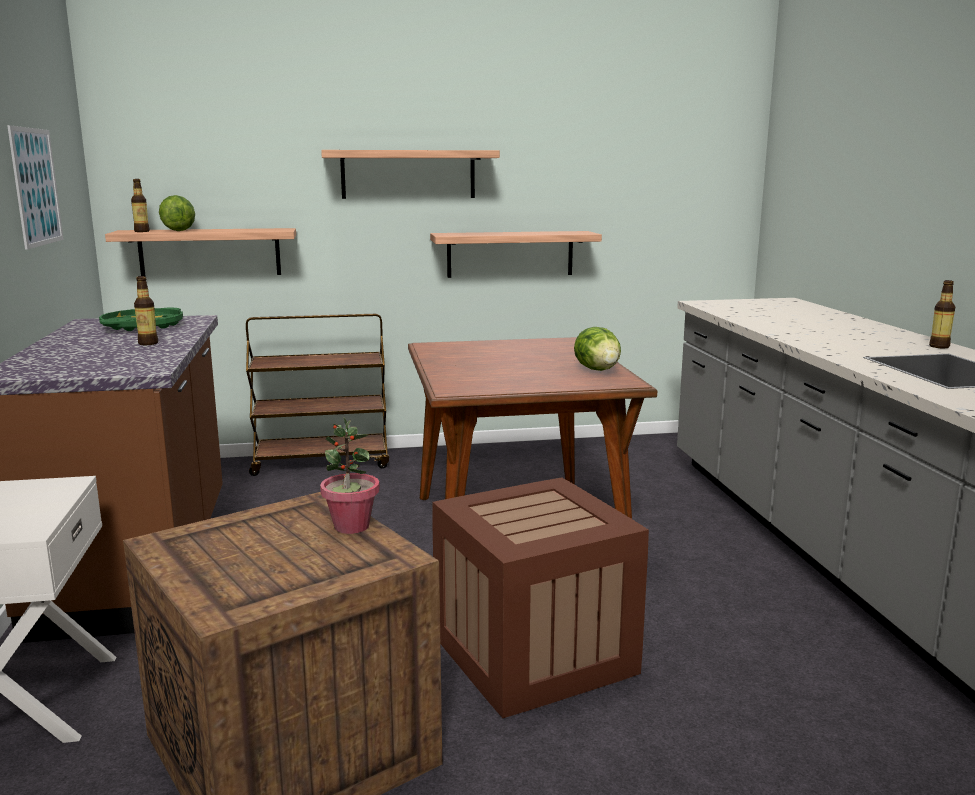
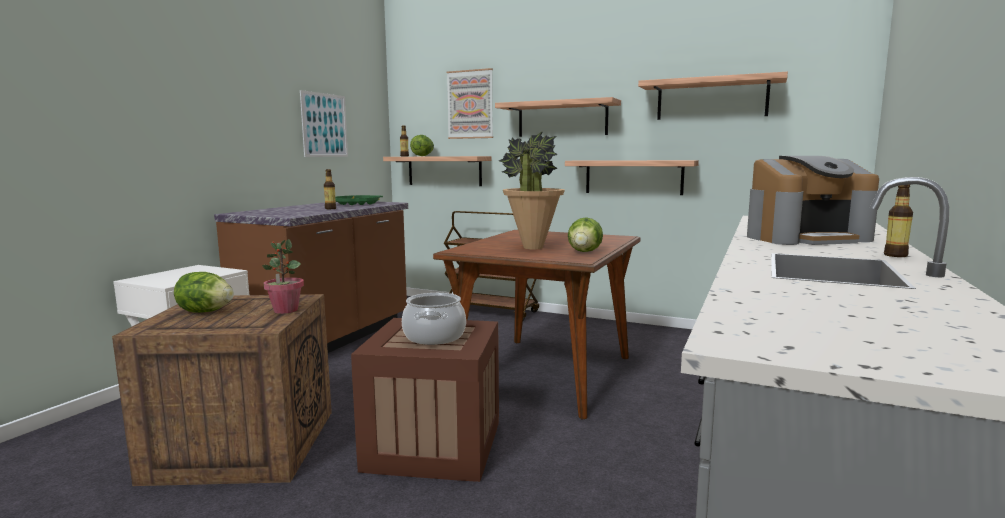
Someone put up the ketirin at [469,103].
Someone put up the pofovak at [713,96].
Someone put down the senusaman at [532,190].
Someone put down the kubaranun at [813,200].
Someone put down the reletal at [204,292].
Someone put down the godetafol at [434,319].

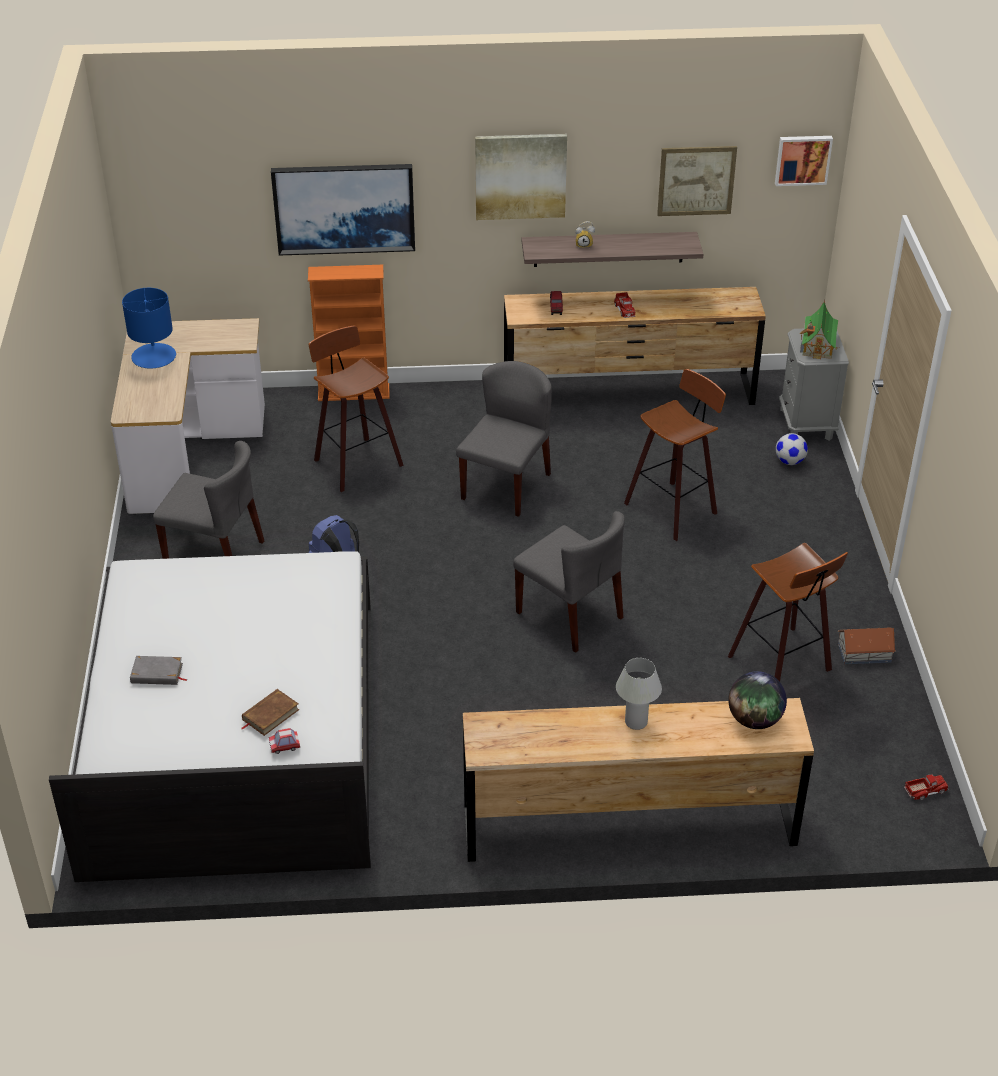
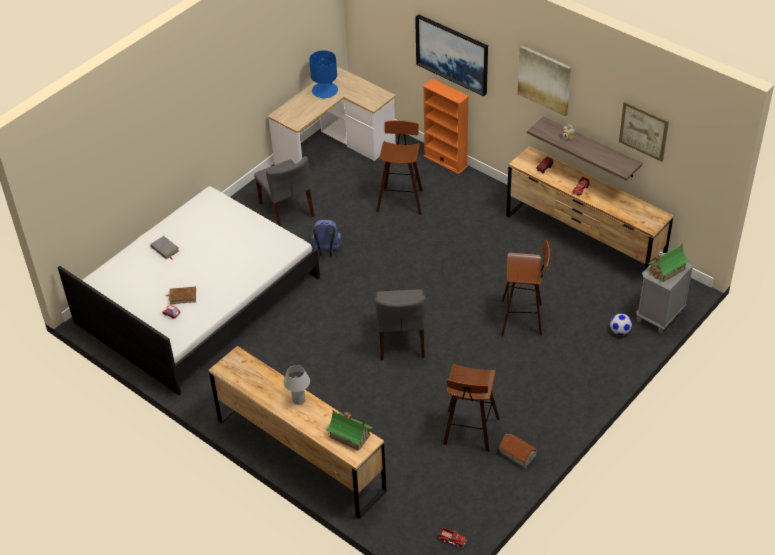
Someone took away the ketirin at [804,161].
Someone took away the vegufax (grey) at [504,439].
Someone swapped the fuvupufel at [757,700] for the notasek at [349,430].

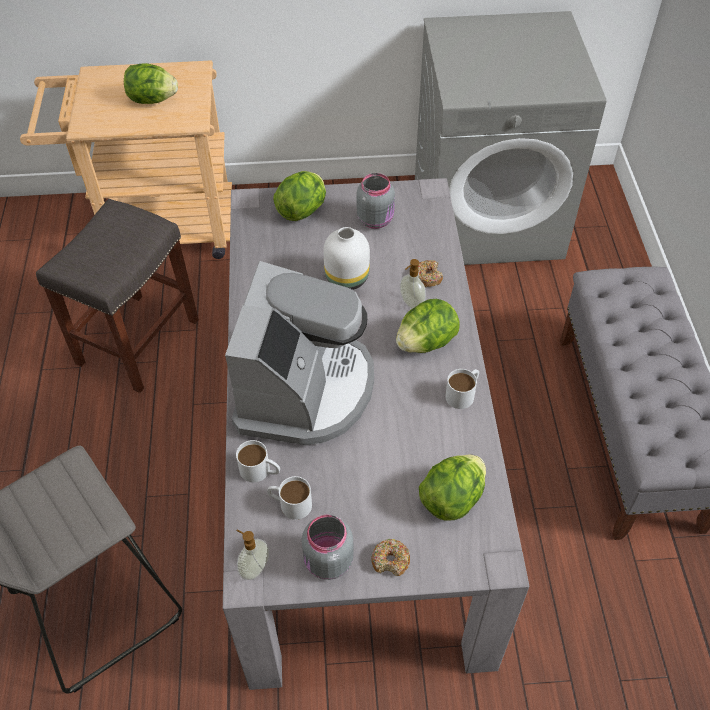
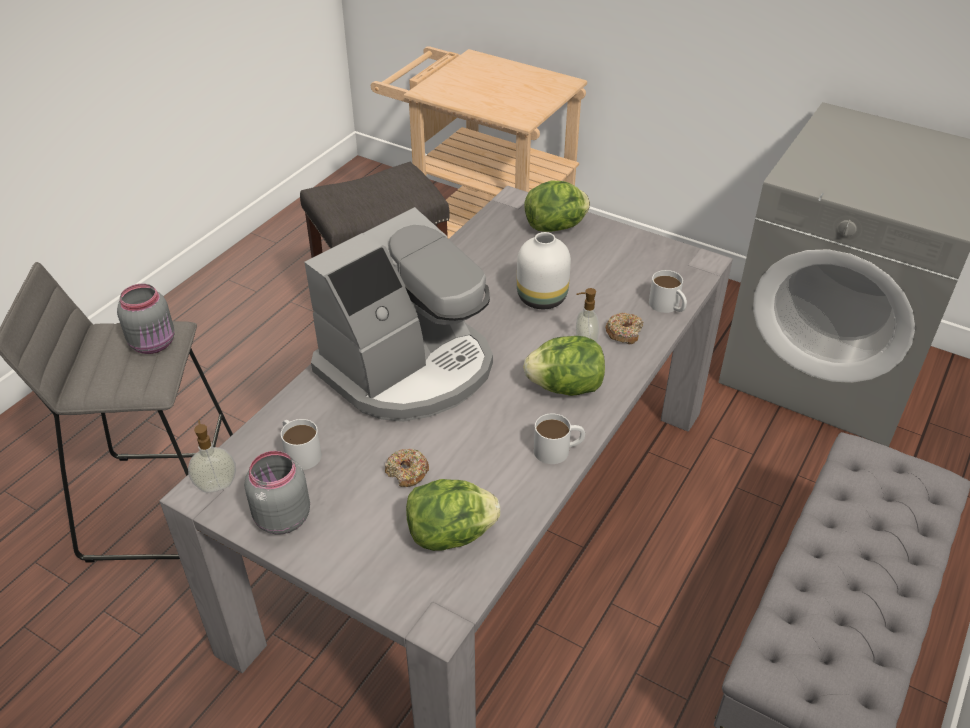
Someone took away the reletal at [151,83].
Someone carried the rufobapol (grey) from [376,201] to [145,319].
Someone carried the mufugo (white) from [258,461] to [668,291].
Someone carried the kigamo from [390,557] to [407,468].

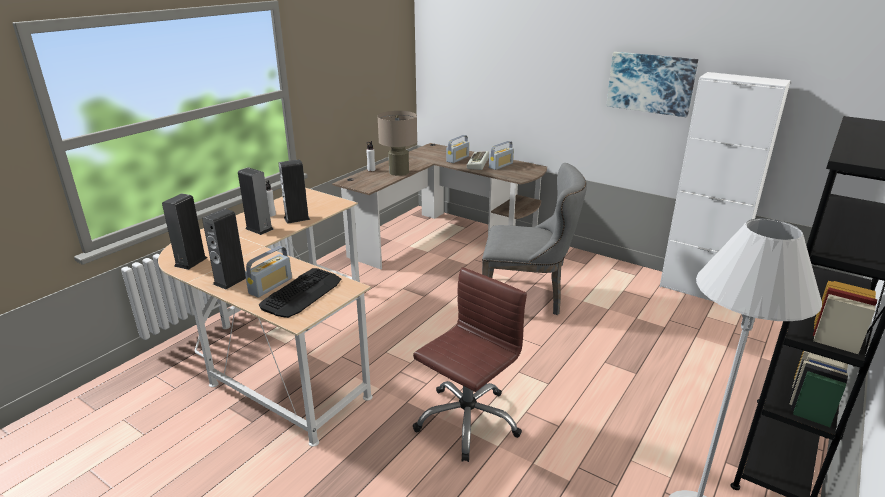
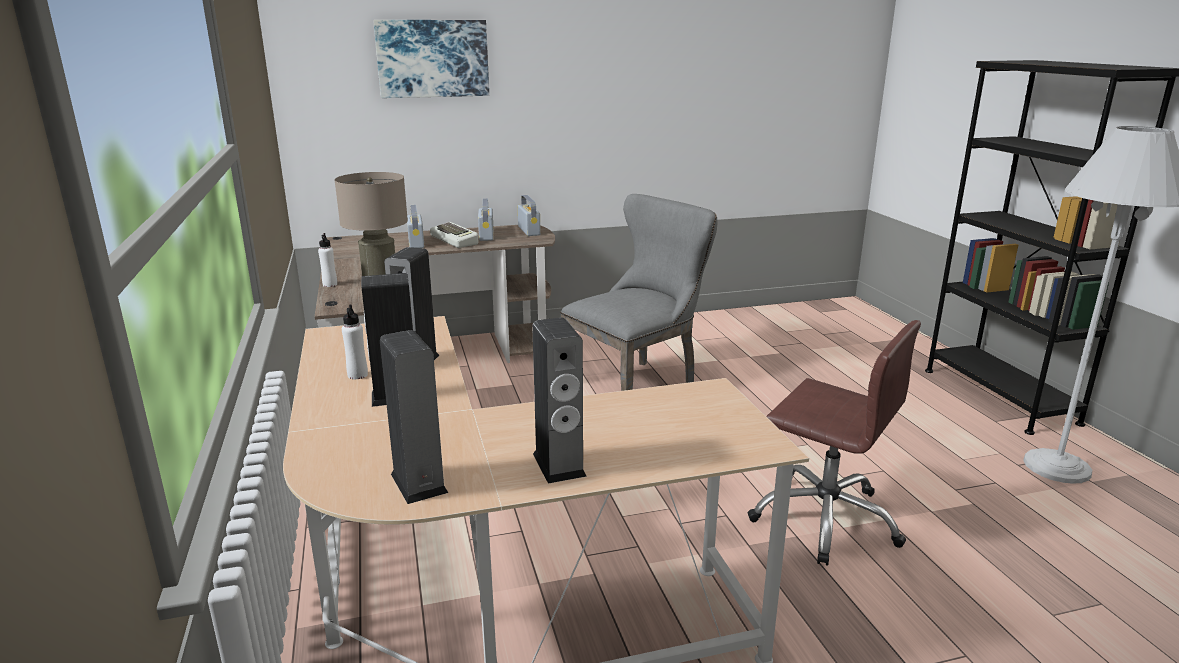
Someone carried the ketirin from [652,84] to [431,59].
Someone took away the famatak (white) at [725,187].
Someone carried the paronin from [268,271] to [529,215].
Someone rotated the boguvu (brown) at [470,364] by 135 degrees clockwise.
Someone took away the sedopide at [300,293].

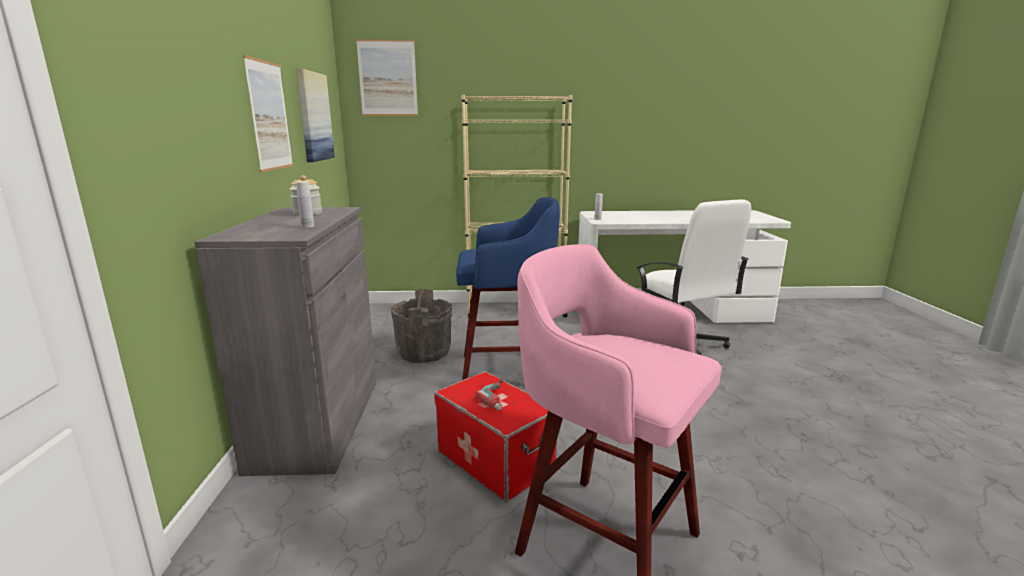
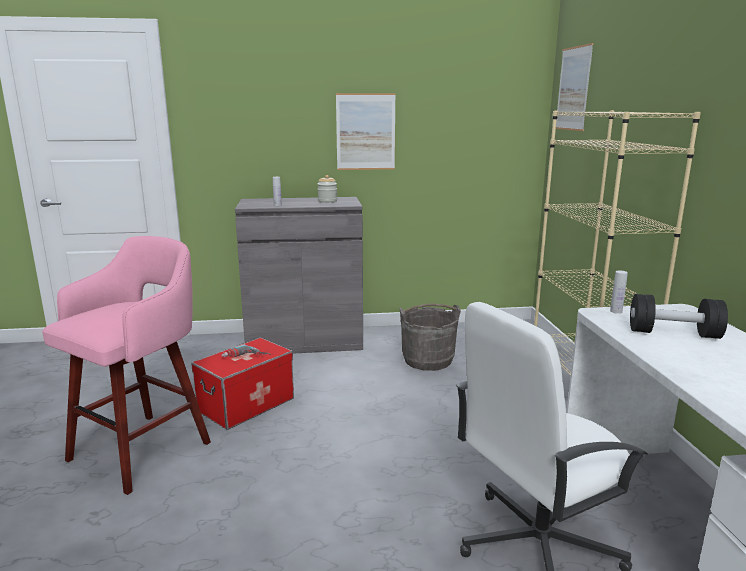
Someone took away the ketirin at [315,115].
Someone took away the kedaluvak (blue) at [508,288].
Someone put down the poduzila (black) at [679,316].

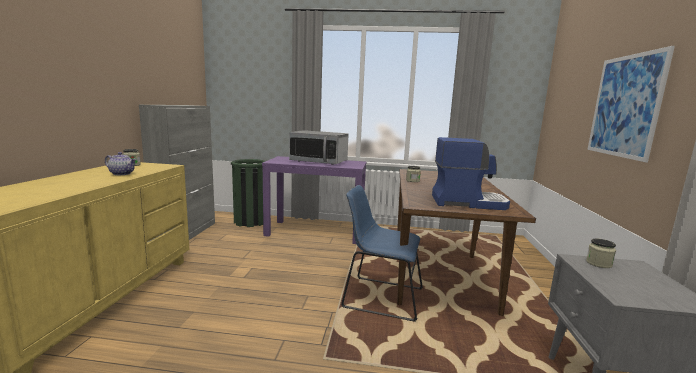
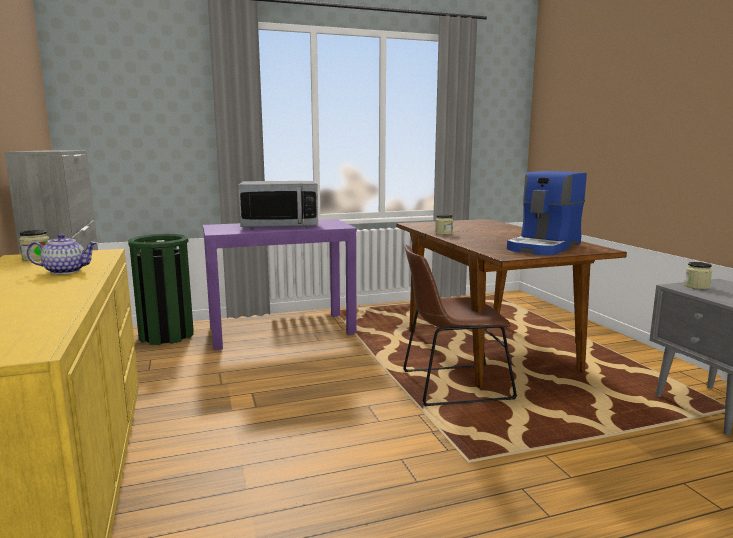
Someone took away the ketirin at [631,104].
Someone rotated the kubaranun at [471,173] by 150 degrees clockwise.
Someone repainted the vegufax (blue) at [382,253], which became the vegufax (brown) at [460,325].

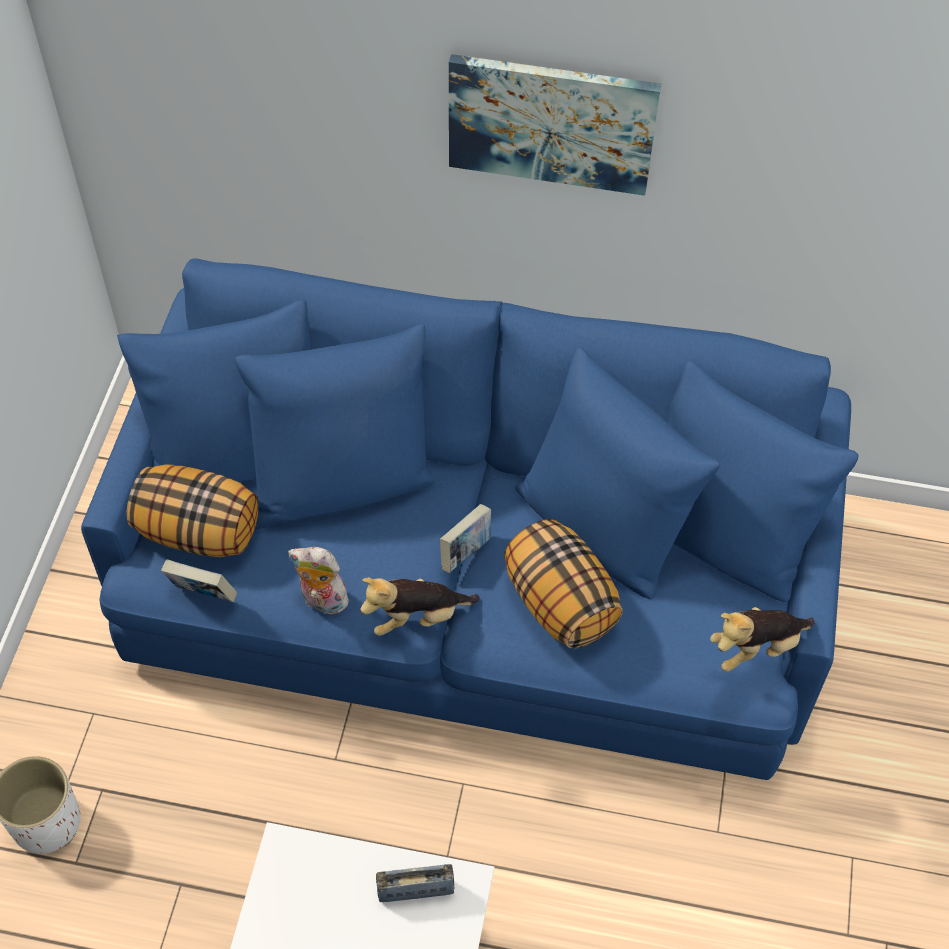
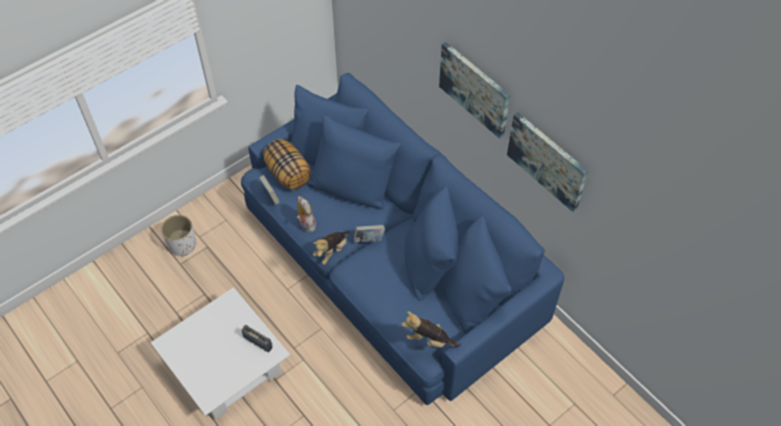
Someone took away the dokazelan at [563,584].
Someone rotated the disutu at [420,606] by 75 degrees counterclockwise.
Someone put up the ketirin at [547,162].

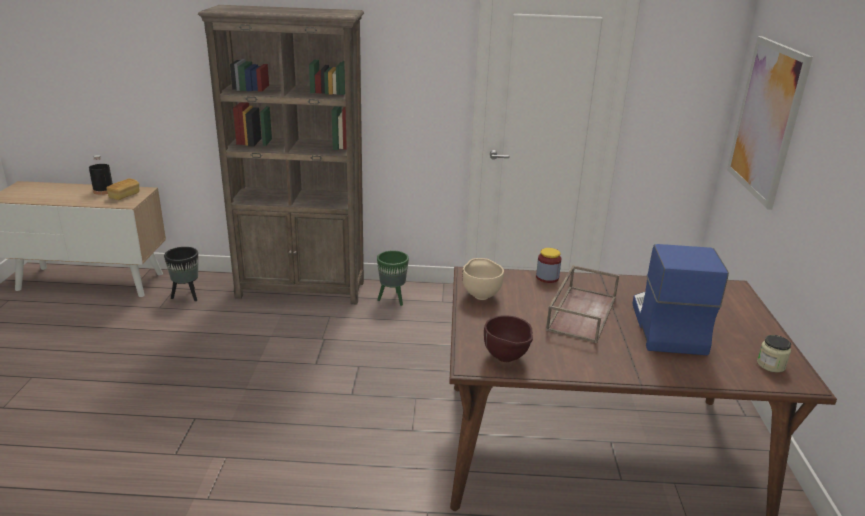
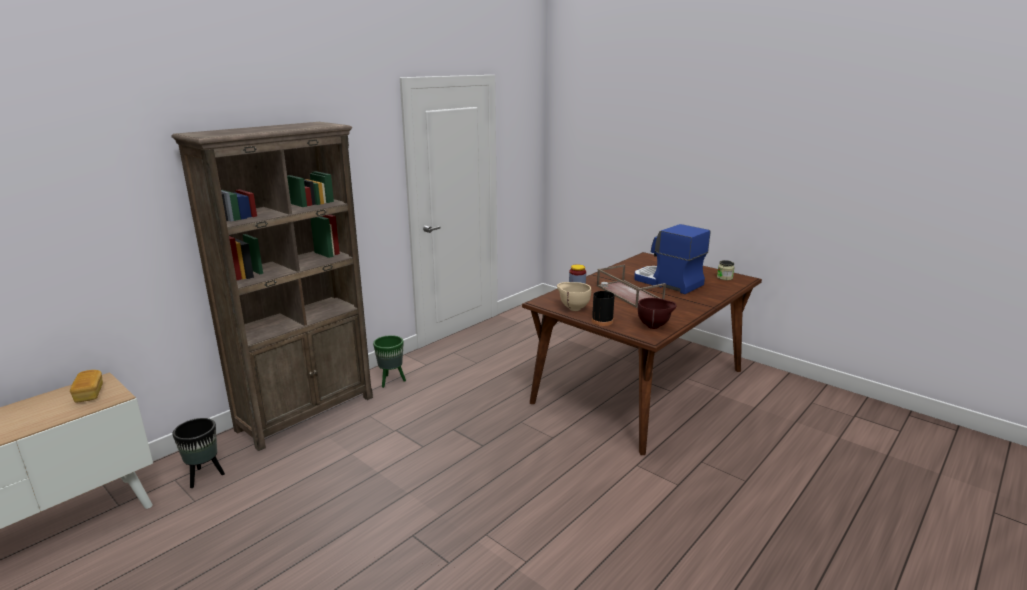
Someone took away the ketirin at [770,123].
Someone carried the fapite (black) from [101,175] to [603,304].

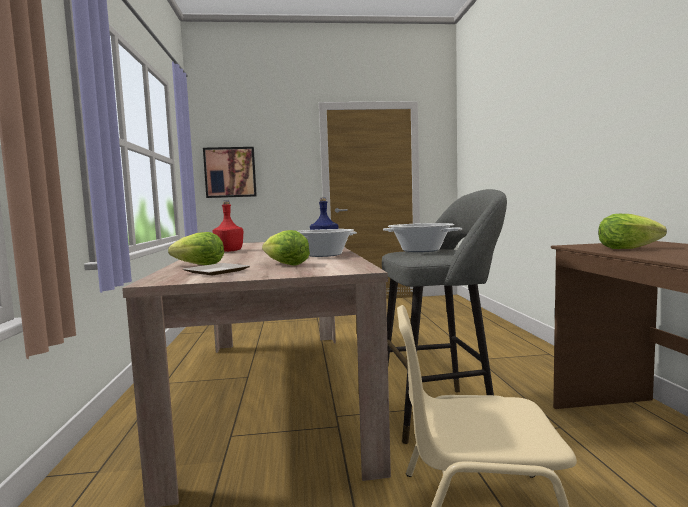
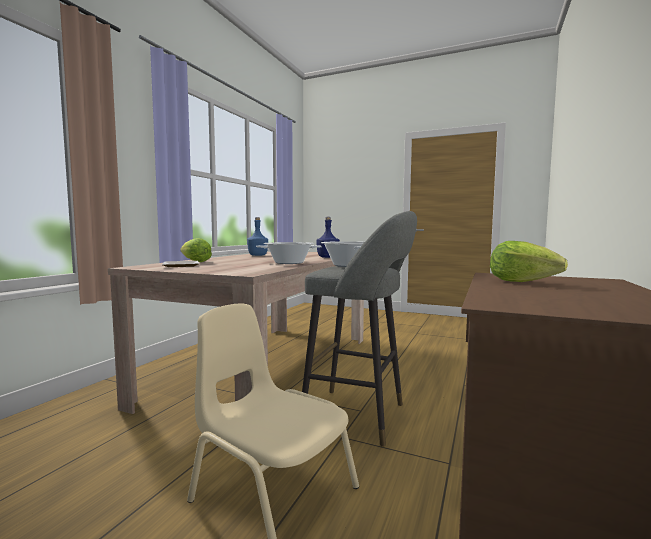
Someone took away the ketirin at [230,172].
Someone repainted the fapite (red) at [228,226], which became the fapite (blue) at [257,236].
Someone took away the reletal at [286,247].

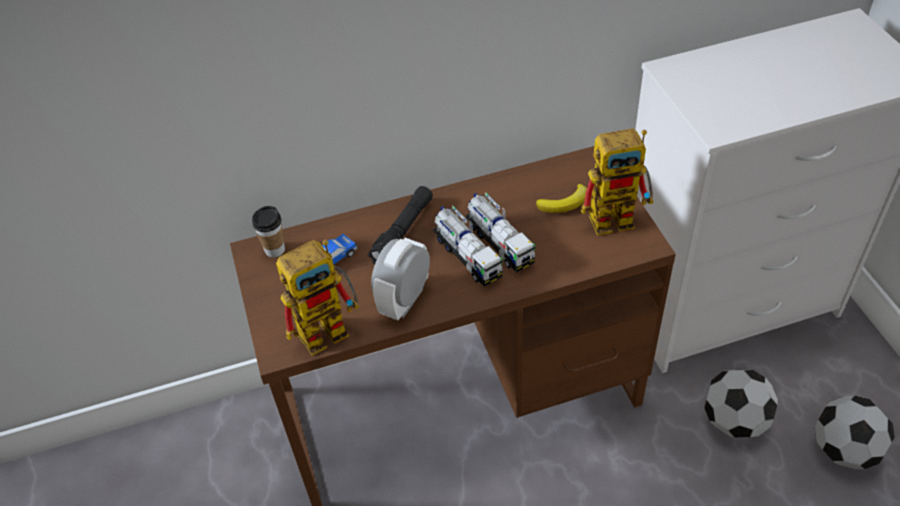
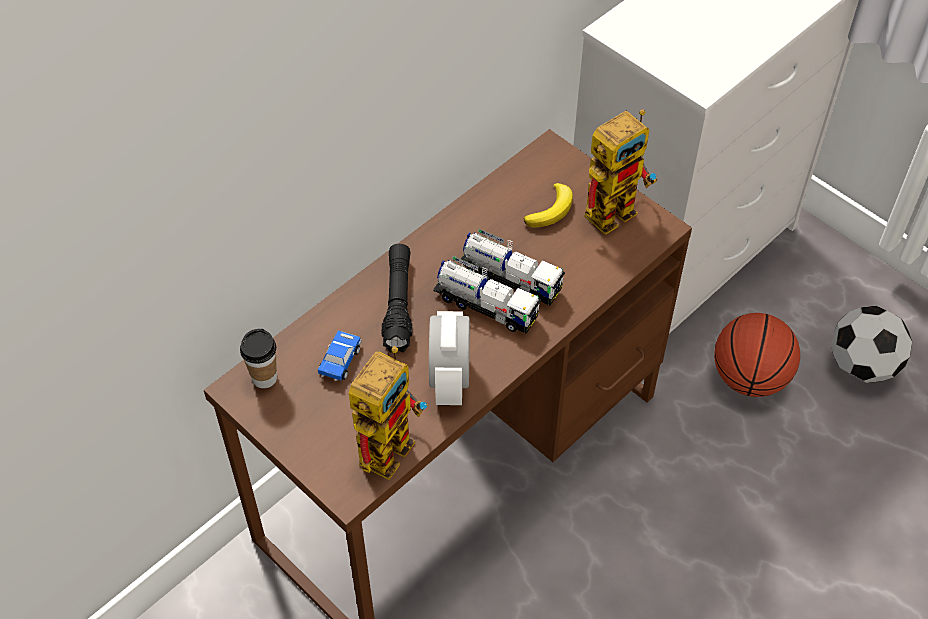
Someone swapped the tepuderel at [741,403] for the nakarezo at [757,355].

